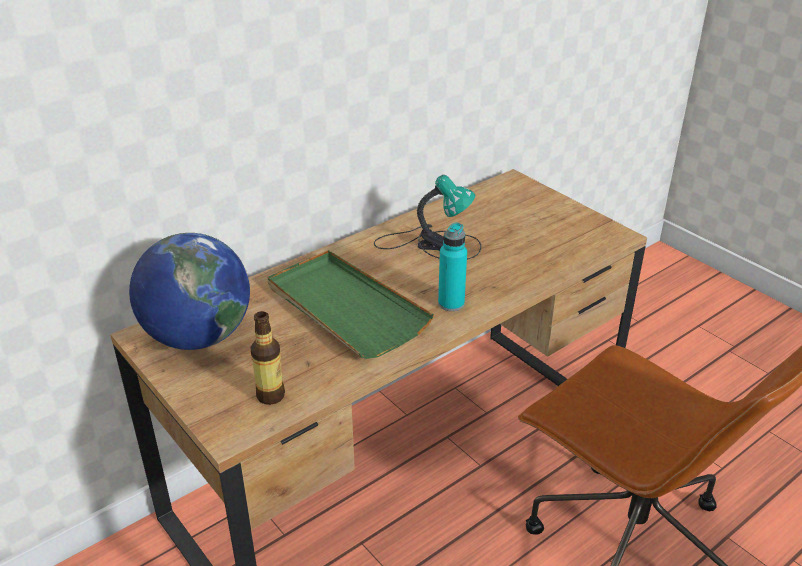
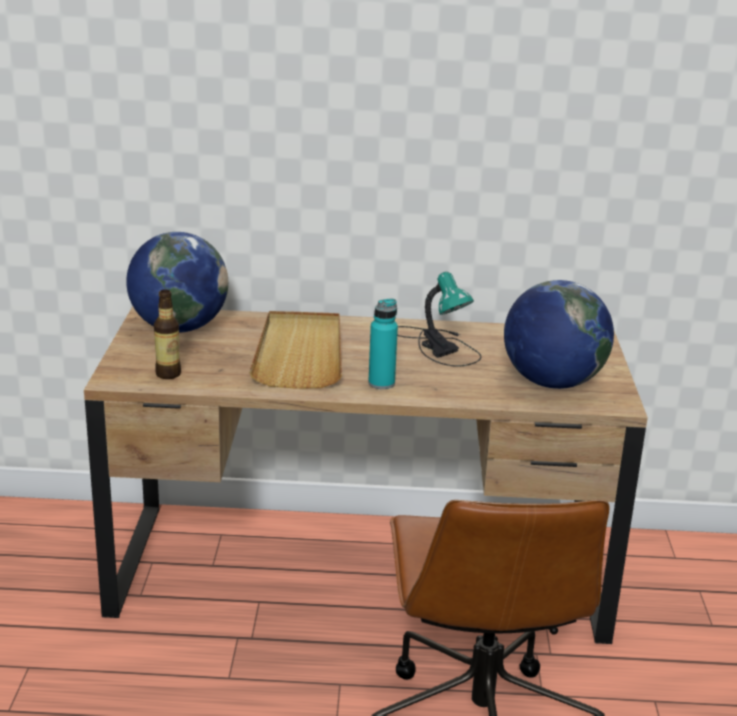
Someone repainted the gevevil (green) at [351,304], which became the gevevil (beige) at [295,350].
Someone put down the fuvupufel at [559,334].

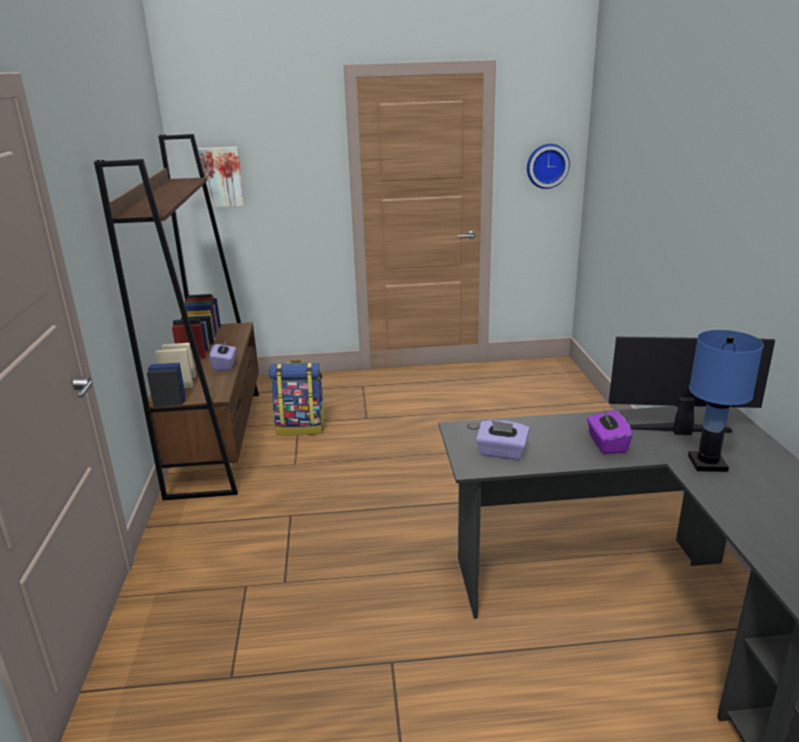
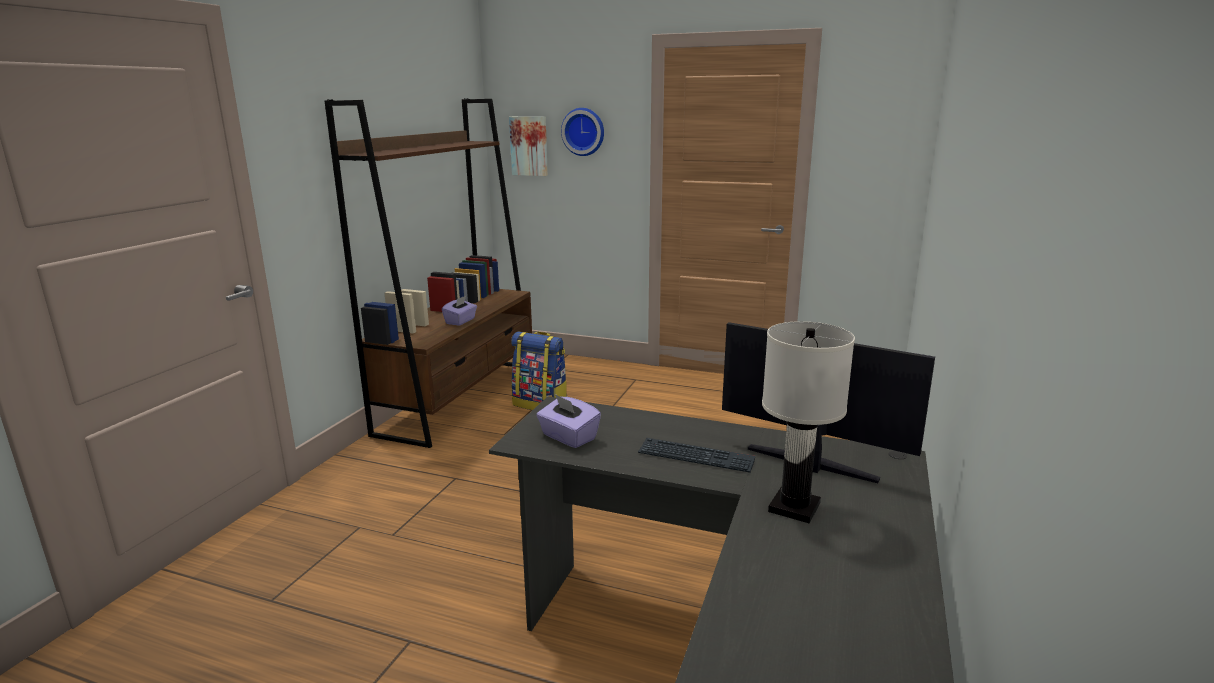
Someone carried the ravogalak from [548,166] to [582,132].
Someone repainted the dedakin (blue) at [726,401], which became the dedakin (white) at [808,422].
Someone swapped the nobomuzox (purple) at [610,431] for the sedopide at [696,455].

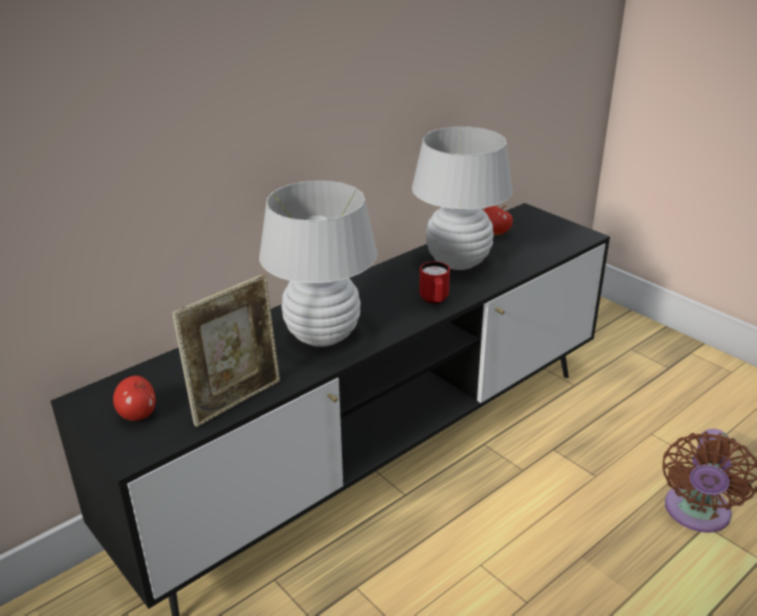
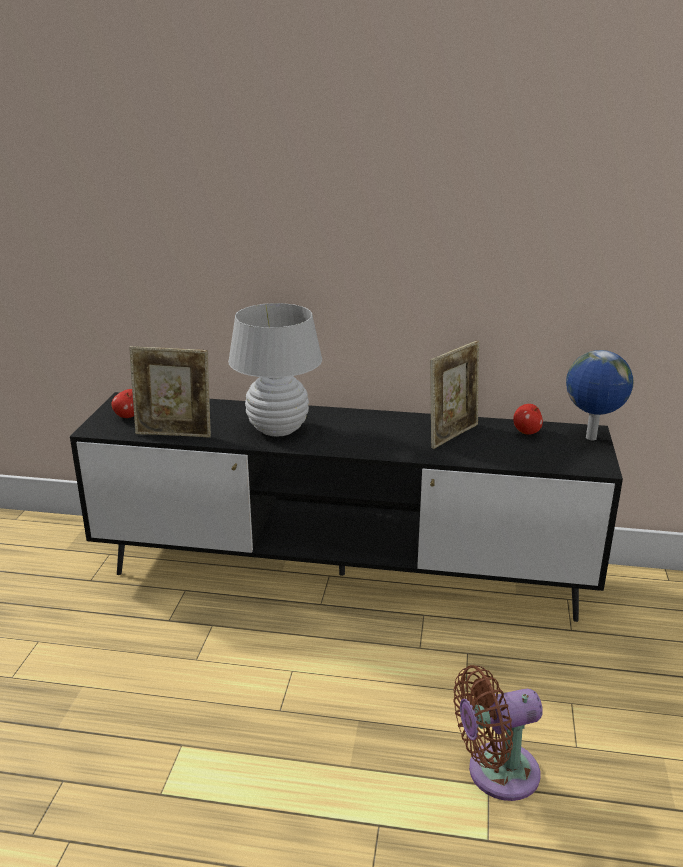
Someone swapped the dedakin (white) at [462,198] for the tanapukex at [454,394].
Someone took away the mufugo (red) at [434,282].
Someone put down the fuvupufel at [600,395].

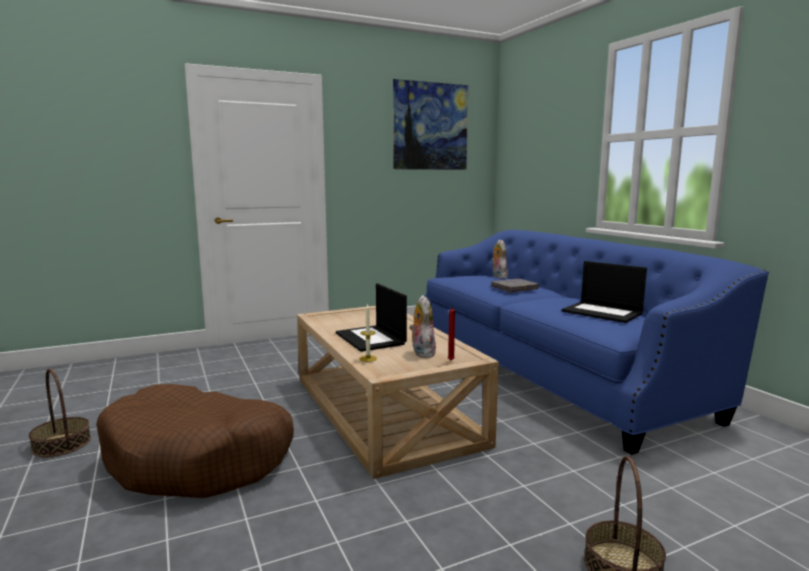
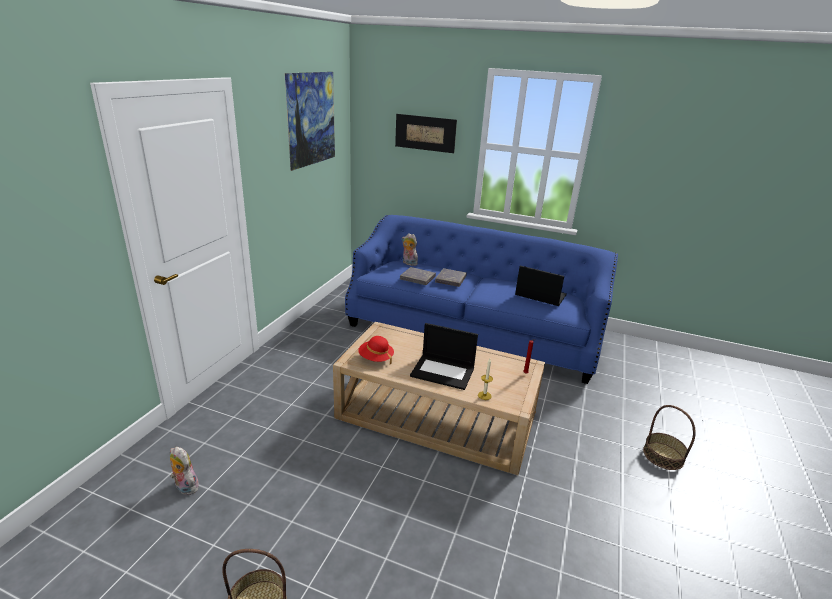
Someone rotated the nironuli at [604,292] by 150 degrees counterclockwise.
Someone carried the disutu from [422,326] to [184,471].
Someone took away the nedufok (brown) at [195,441].
Someone put up the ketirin at [426,133].
Someone put down the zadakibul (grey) at [418,276].
Someone put down the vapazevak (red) at [376,350].

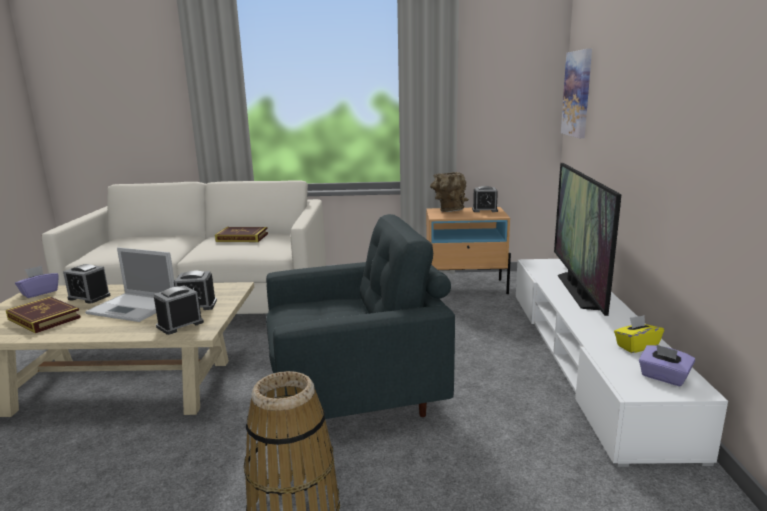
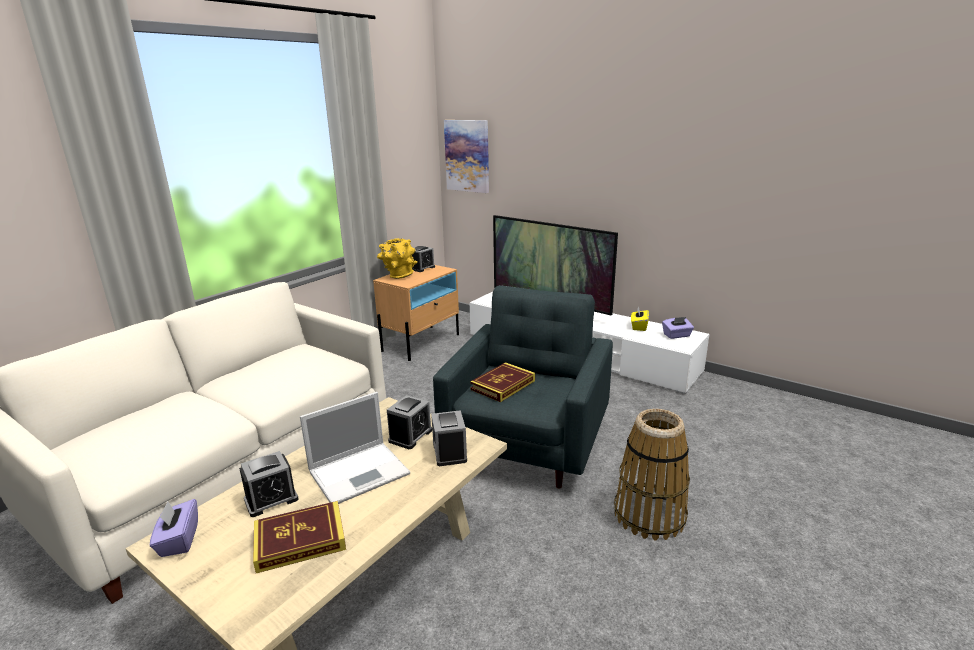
Someone repainted the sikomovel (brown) at [449,192], which became the sikomovel (yellow) at [397,258].
Someone carried the zadakibul from [241,234] to [502,382].

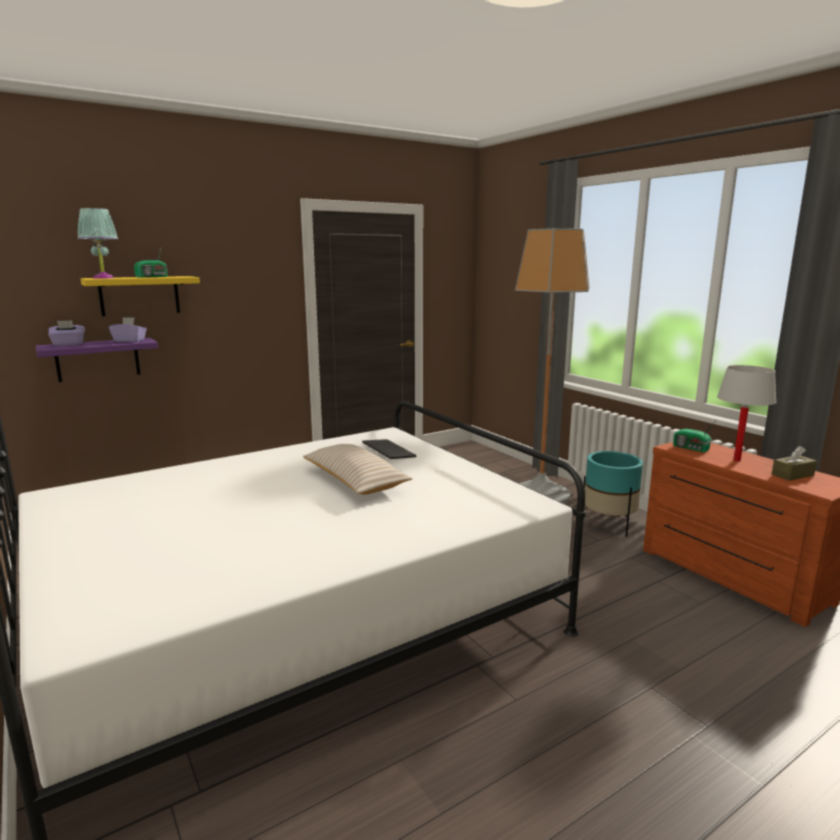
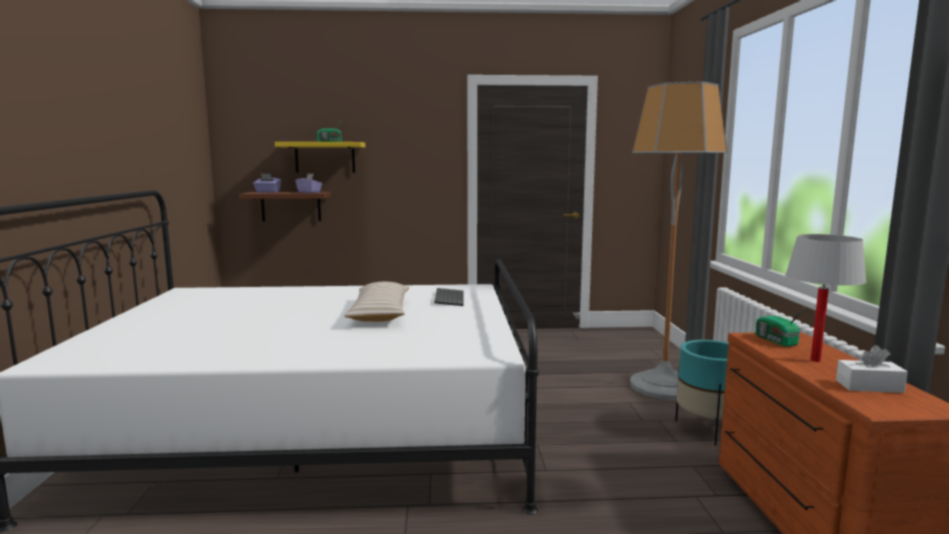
Someone took away the dedakin (turquoise) at [98,243].
Someone repainted the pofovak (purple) at [97,360], which became the pofovak (brown) at [285,206].
Someone repainted the nobomuzox (brown) at [794,463], which became the nobomuzox (white) at [872,369].

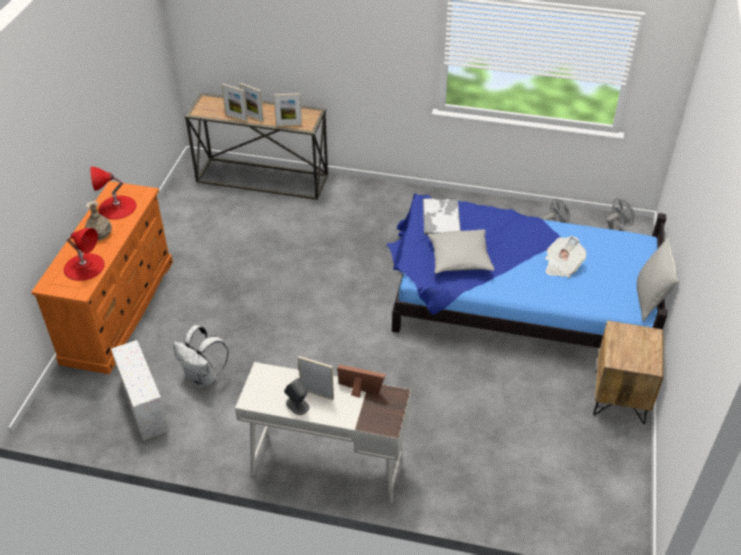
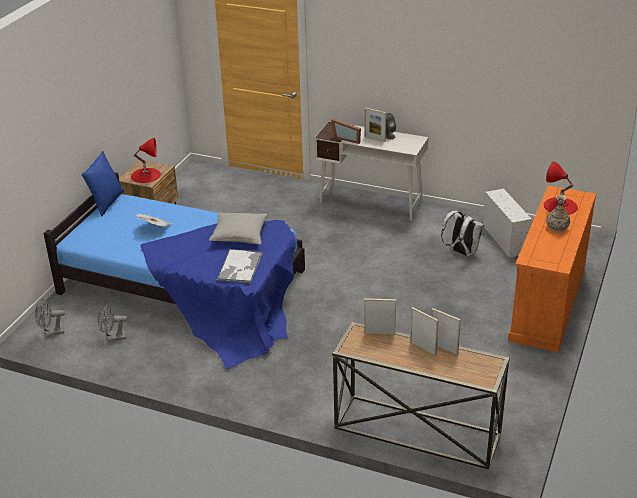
Someone carried the dedakin (red) from [113,193] to [146,160].
Someone repainted the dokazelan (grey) at [658,279], which became the dokazelan (blue) at [102,183].

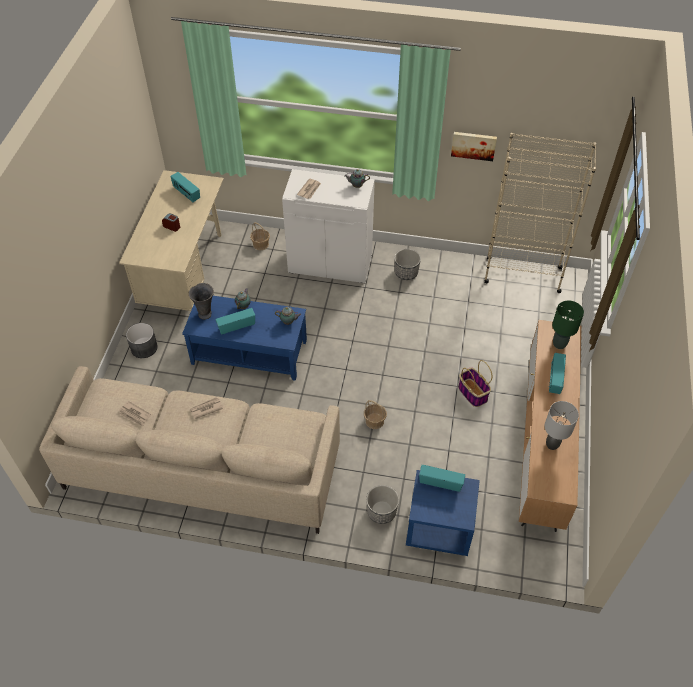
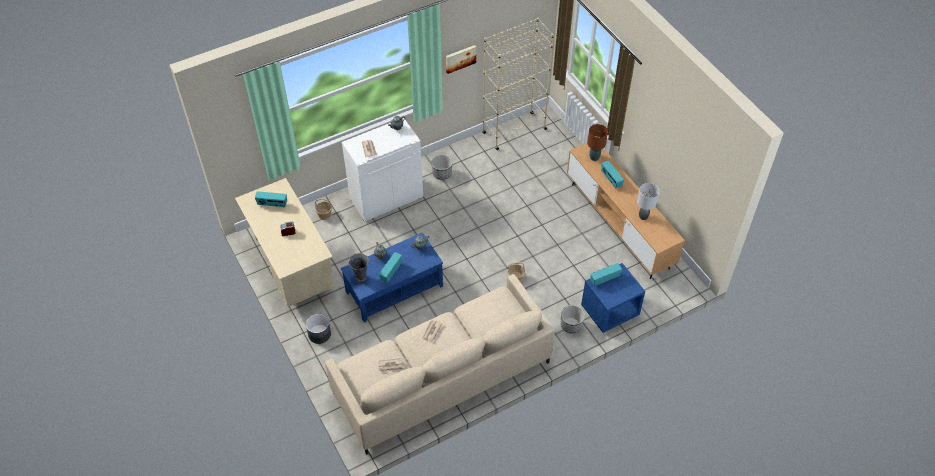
Someone repainted the dedakin (green) at [568,324], which became the dedakin (brown) at [597,142].
Someone took away the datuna at [475,383].

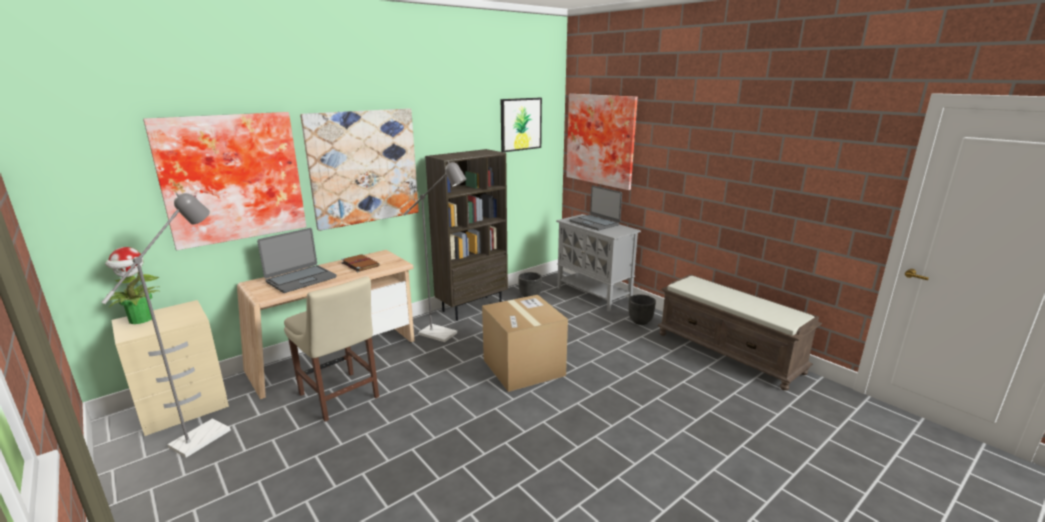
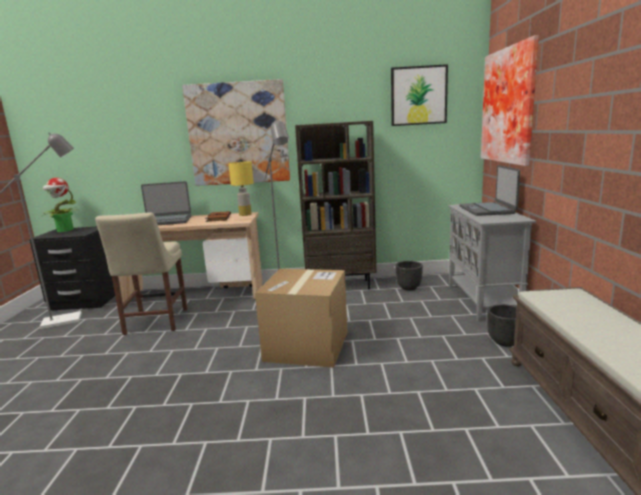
Someone took away the ketirin at [224,181].
Someone repainted the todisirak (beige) at [170,368], which became the todisirak (black) at [72,268].
Someone put down the dedakin (yellow) at [241,188].

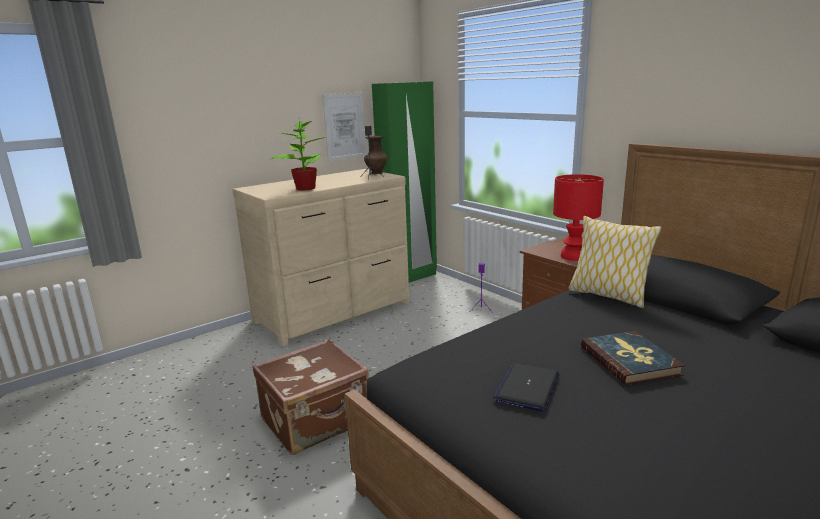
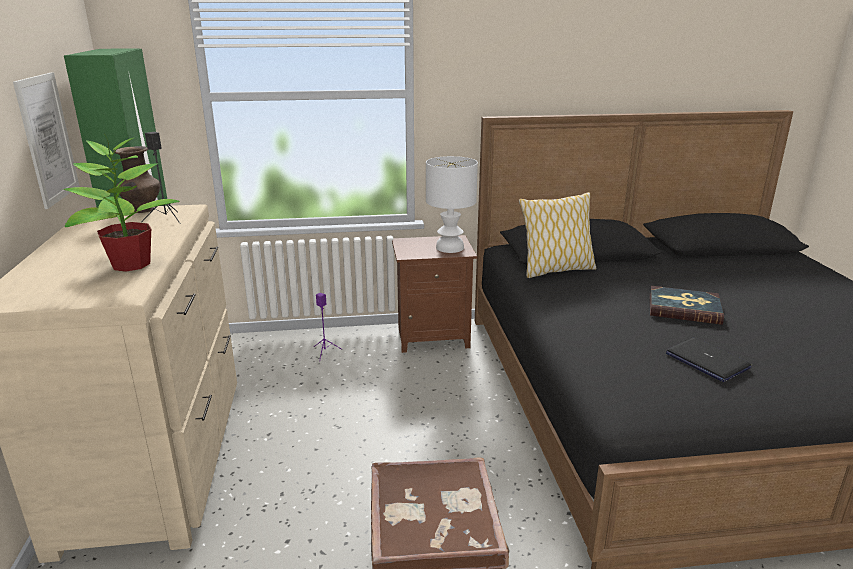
Someone repainted the dedakin (red) at [578,217], which became the dedakin (white) at [452,204].

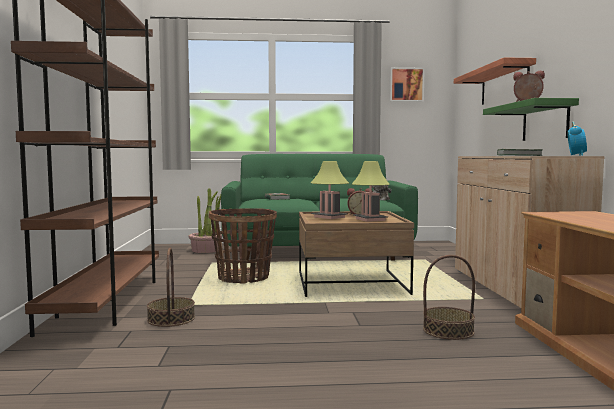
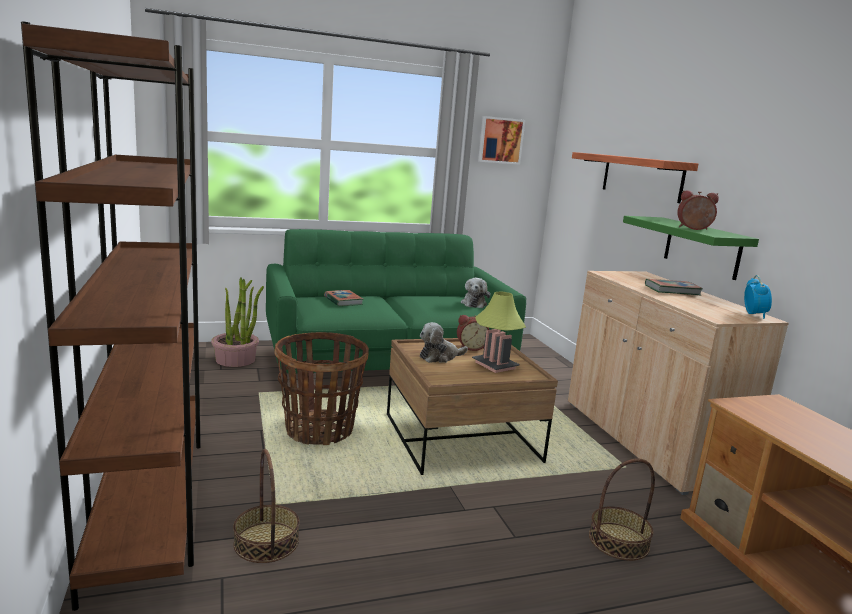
Someone swapped the dedakin at [329,190] for the disutu at [444,342].

